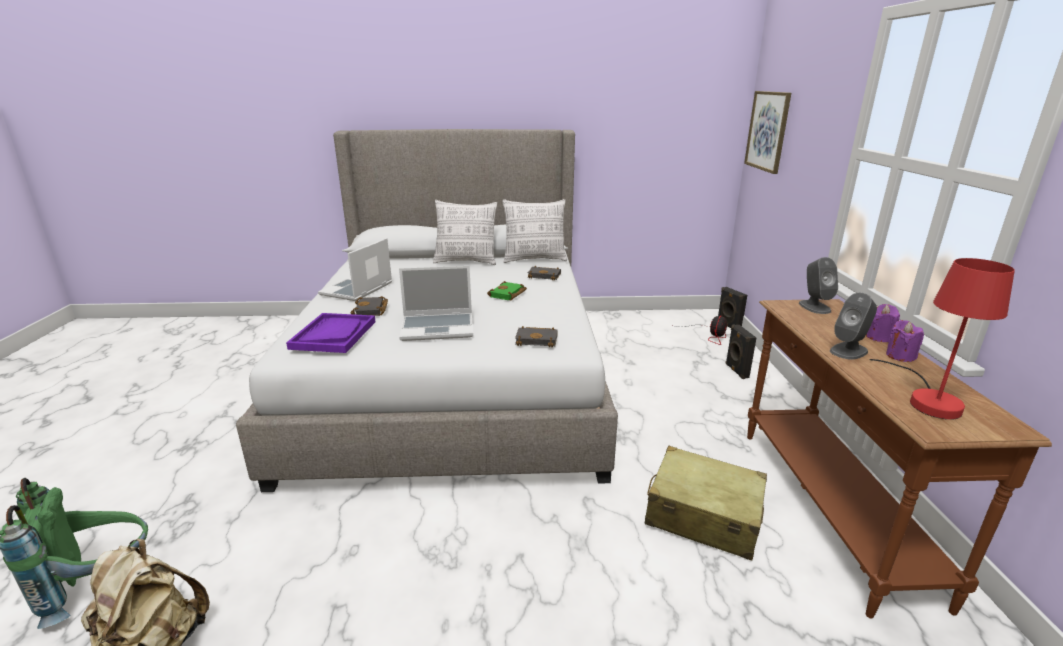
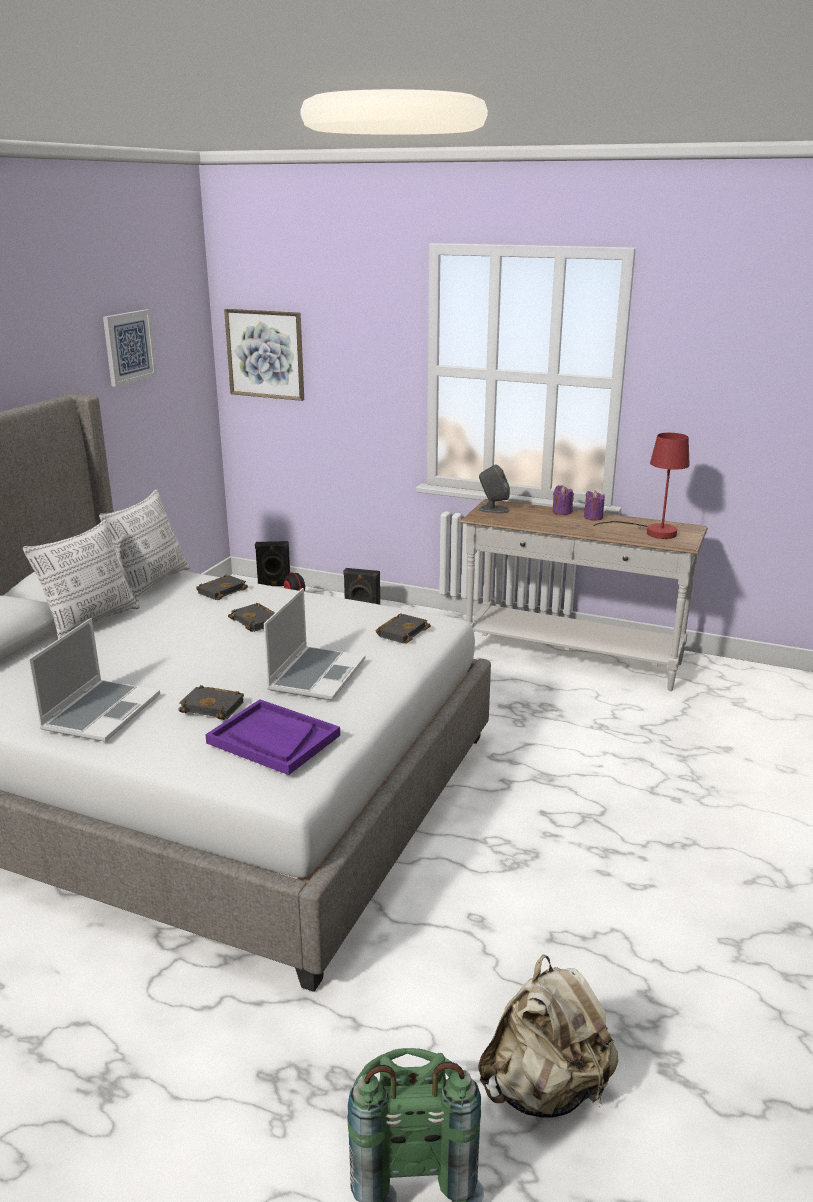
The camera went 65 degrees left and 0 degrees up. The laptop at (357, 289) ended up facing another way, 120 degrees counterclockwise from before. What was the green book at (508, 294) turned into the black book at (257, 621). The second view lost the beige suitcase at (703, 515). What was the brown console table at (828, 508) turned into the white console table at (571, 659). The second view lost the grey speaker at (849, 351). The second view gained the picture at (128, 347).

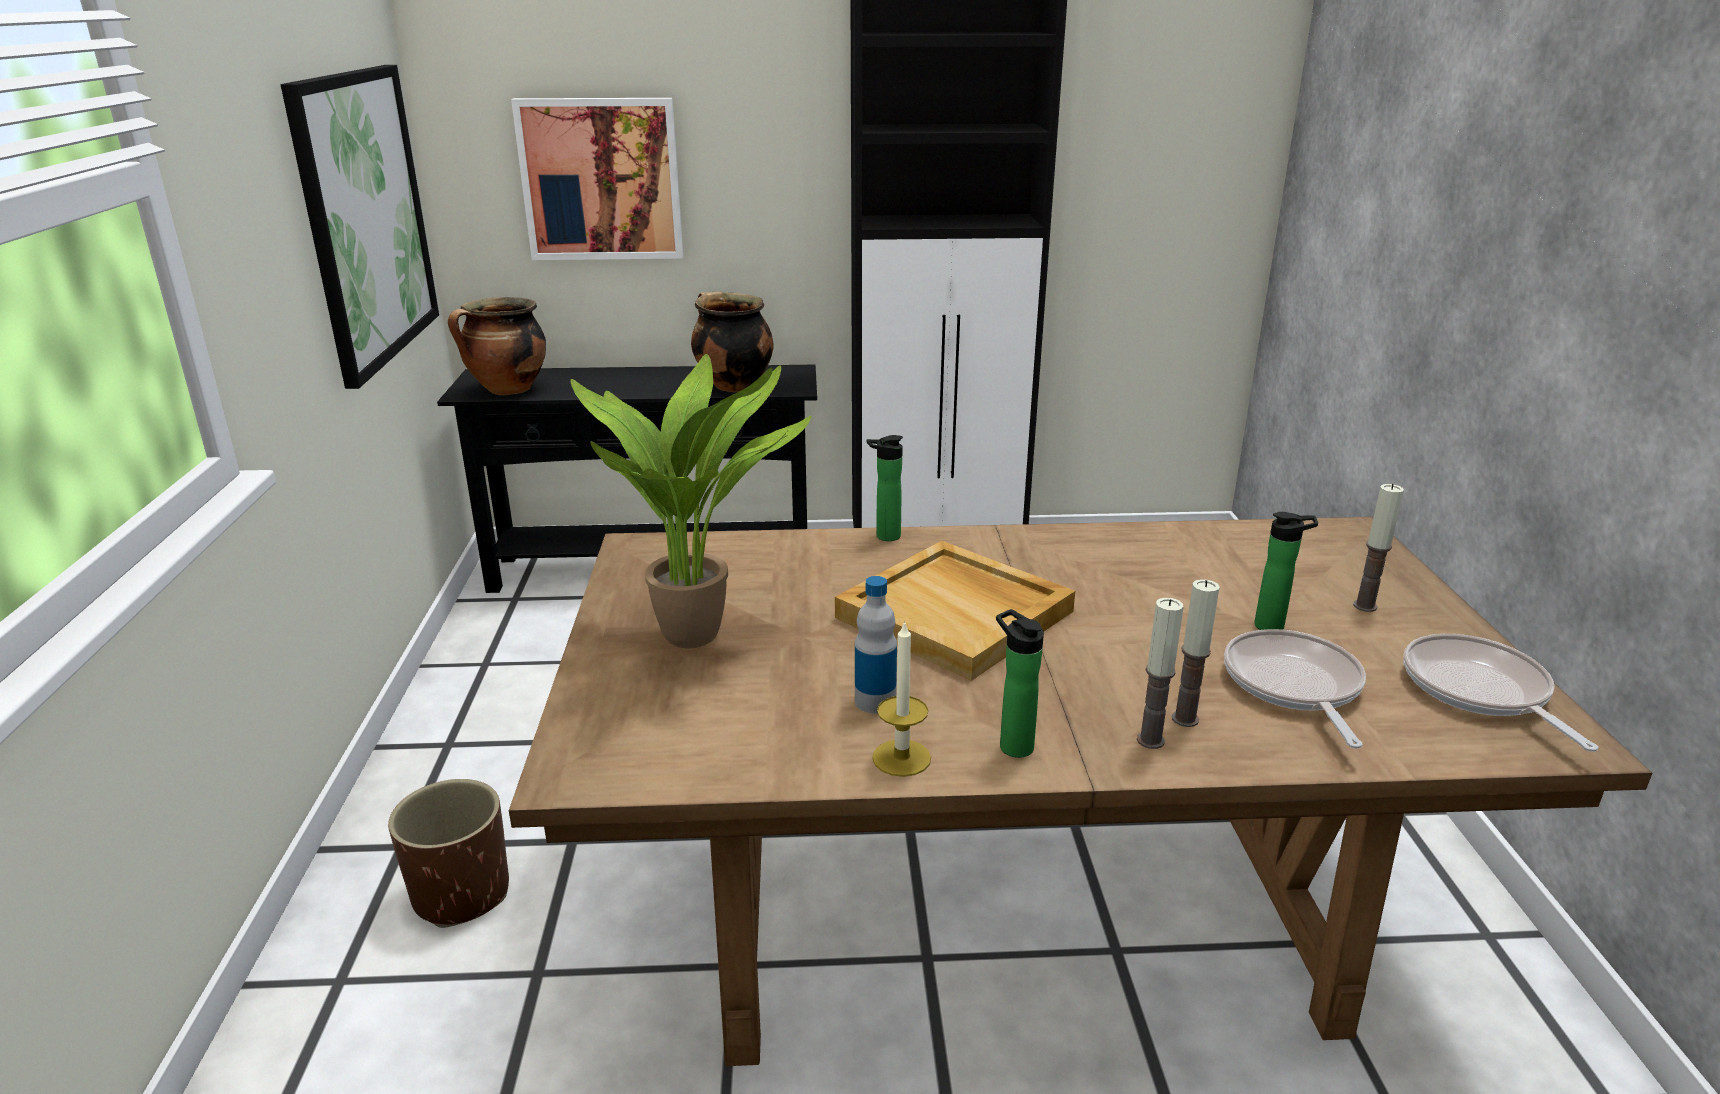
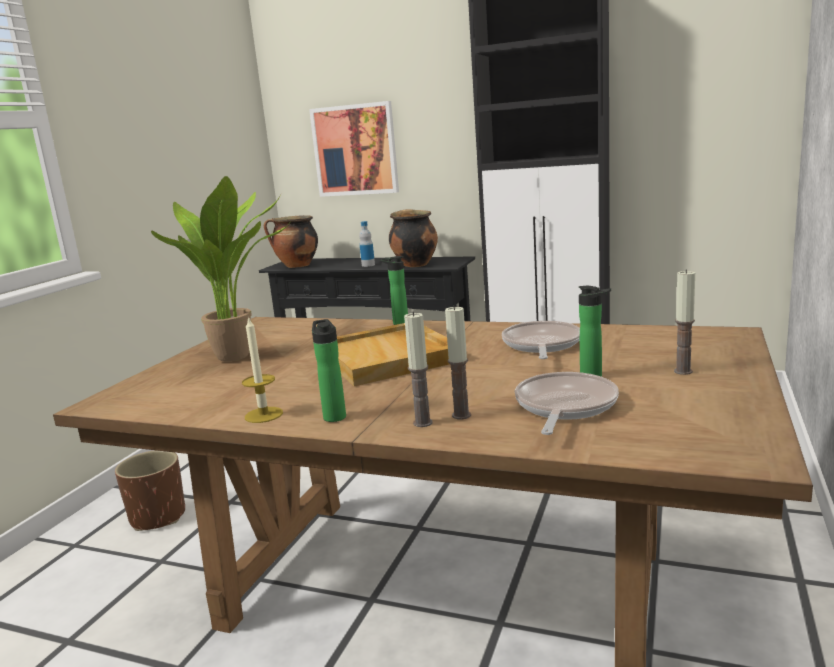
The camera went 25 degrees right and 10 degrees down. The second view lost the picture at (365, 218). The bottle ended up elsewhere, having gone from (875, 701) to (368, 265). The frying pan ended up elsewhere, having gone from (1479, 691) to (541, 345).

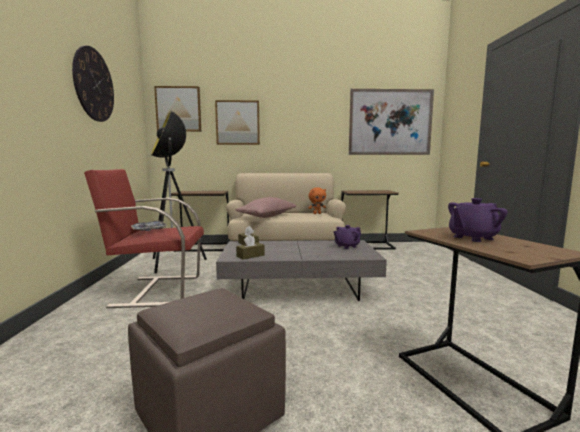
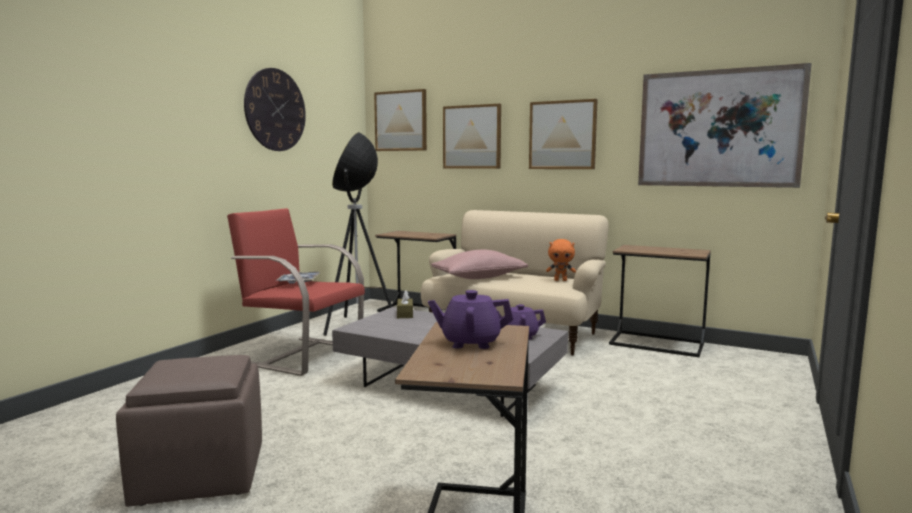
The camera went 30 degrees right and 0 degrees up. The second view lost the brown tissue box at (250, 256). The second view gained the picture at (562, 135).

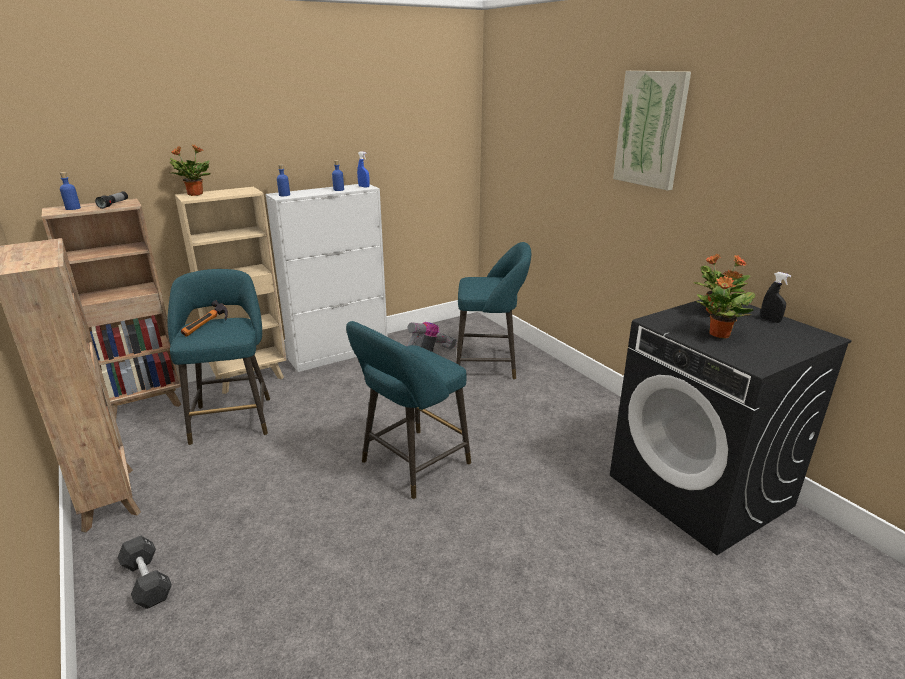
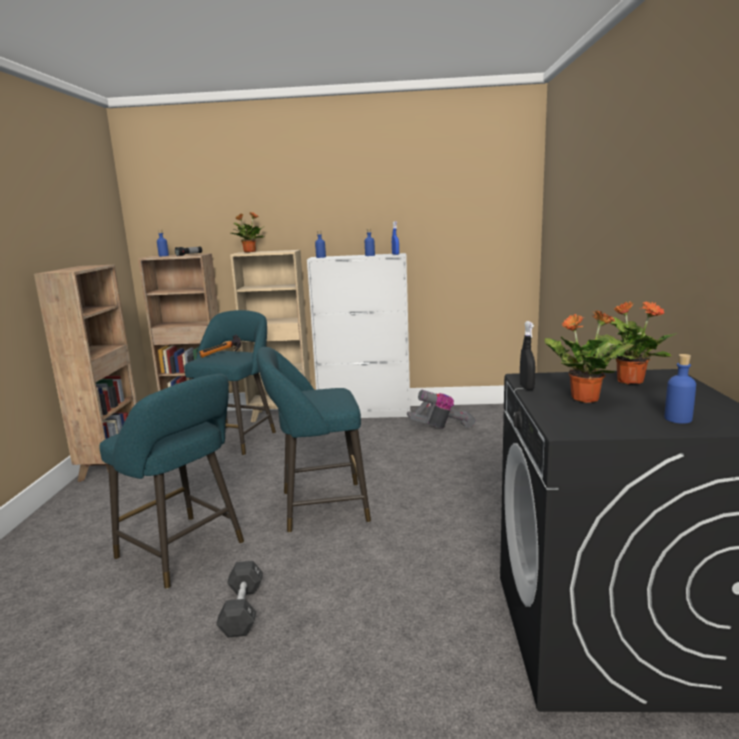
The camera went 35 degrees right and 10 degrees down. The black dumbbell ended up elsewhere, having gone from (147, 581) to (242, 610). The turquoise stool ended up elsewhere, having gone from (490, 365) to (184, 553). The second view lost the picture at (651, 129). The black spray bottle ended up elsewhere, having gone from (770, 320) to (526, 387). The second view gained the blue bottle at (678, 419).

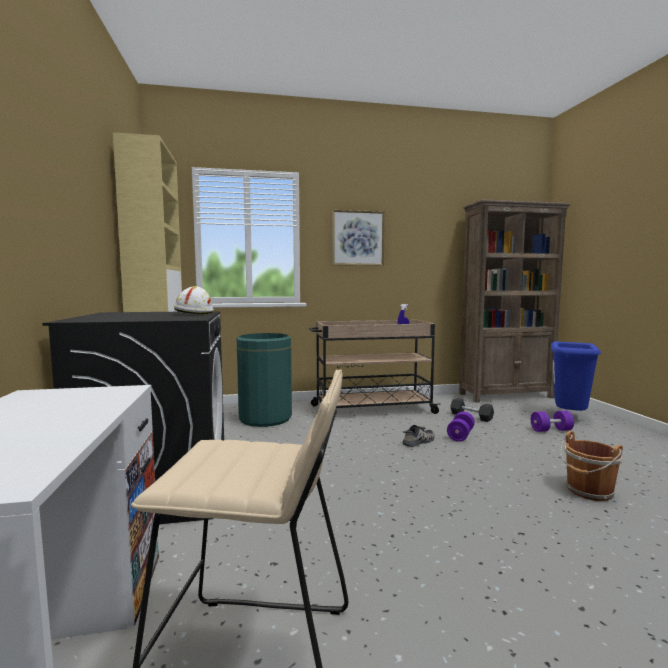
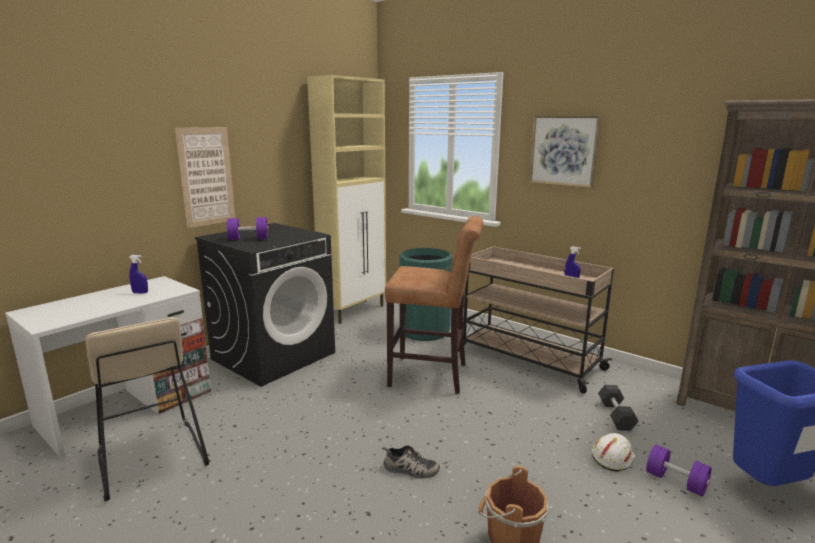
The camera went 50 degrees right and 10 degrees up. The white hard hat ended up elsewhere, having gone from (194, 313) to (612, 457). The shoe ended up elsewhere, having gone from (419, 441) to (410, 470). The purple dumbbell ended up elsewhere, having gone from (460, 435) to (248, 239). The second view gained the blue spray bottle at (140, 293). The second view gained the picture at (206, 176). The second view gained the brown stool at (433, 376).

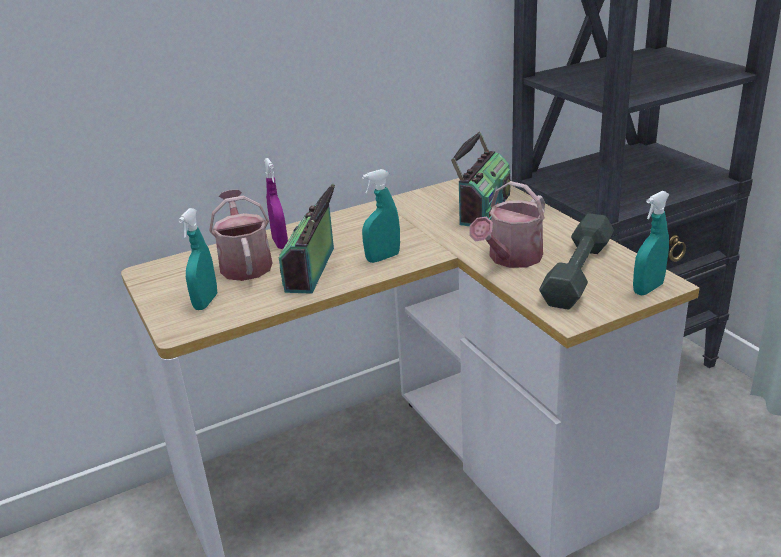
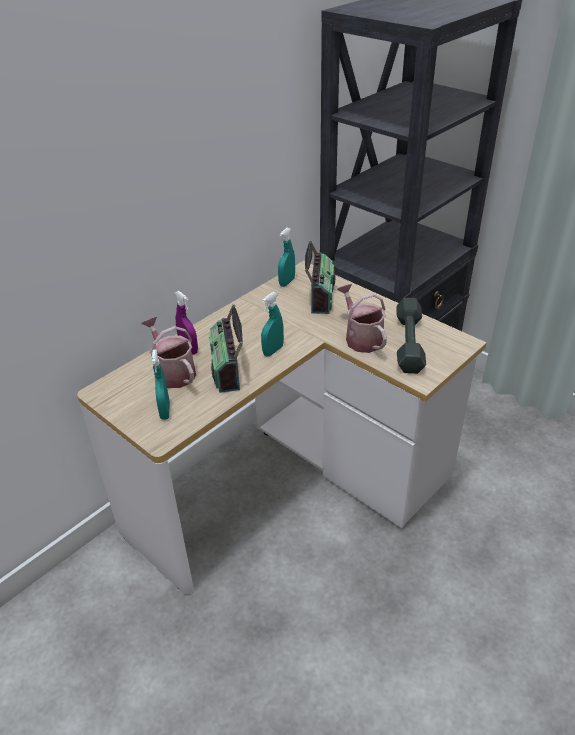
The camera went 20 degrees left and 10 degrees up. The watering can at (511, 259) ended up facing another way, 135 degrees clockwise from before. The turquoise spray bottle ended up elsewhere, having gone from (648, 289) to (287, 282).

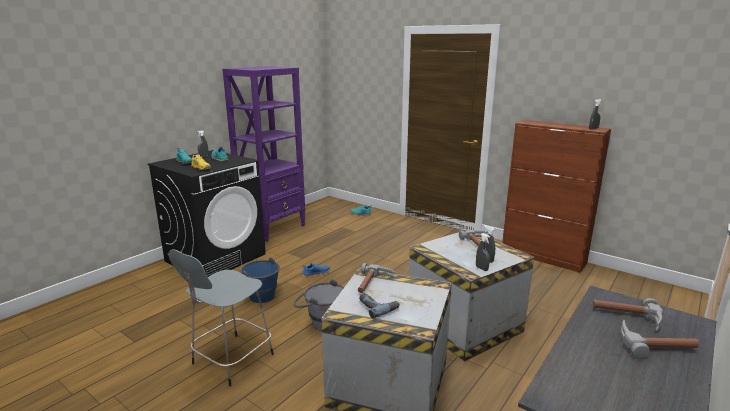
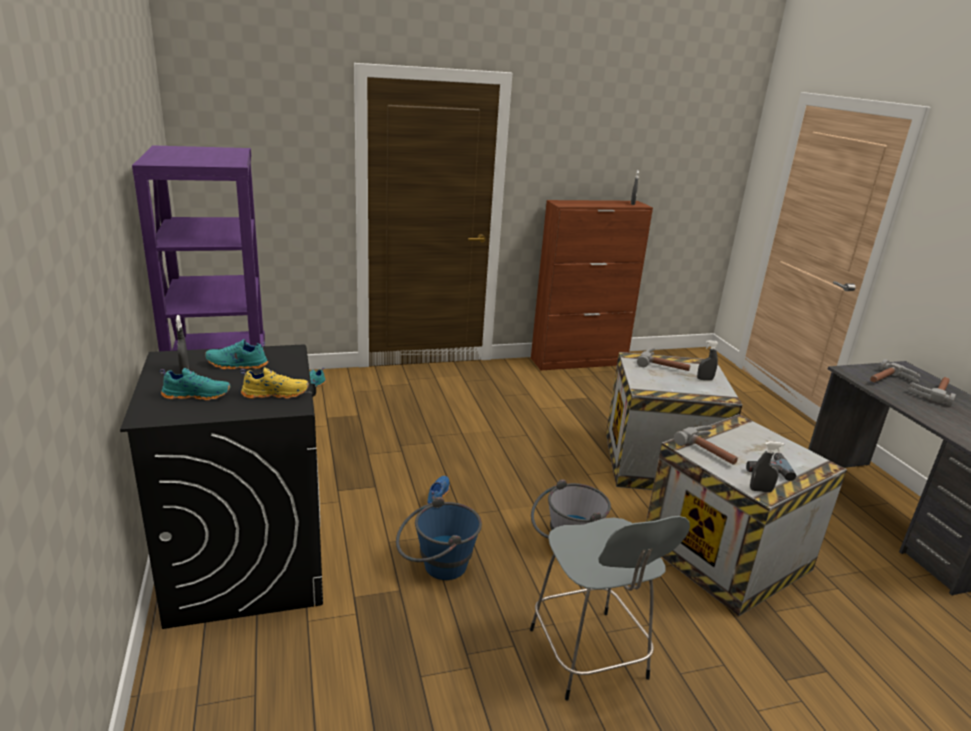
The camera went 55 degrees left and 5 degrees up. The grey spray bottle ended up elsewhere, having gone from (481, 268) to (760, 490).

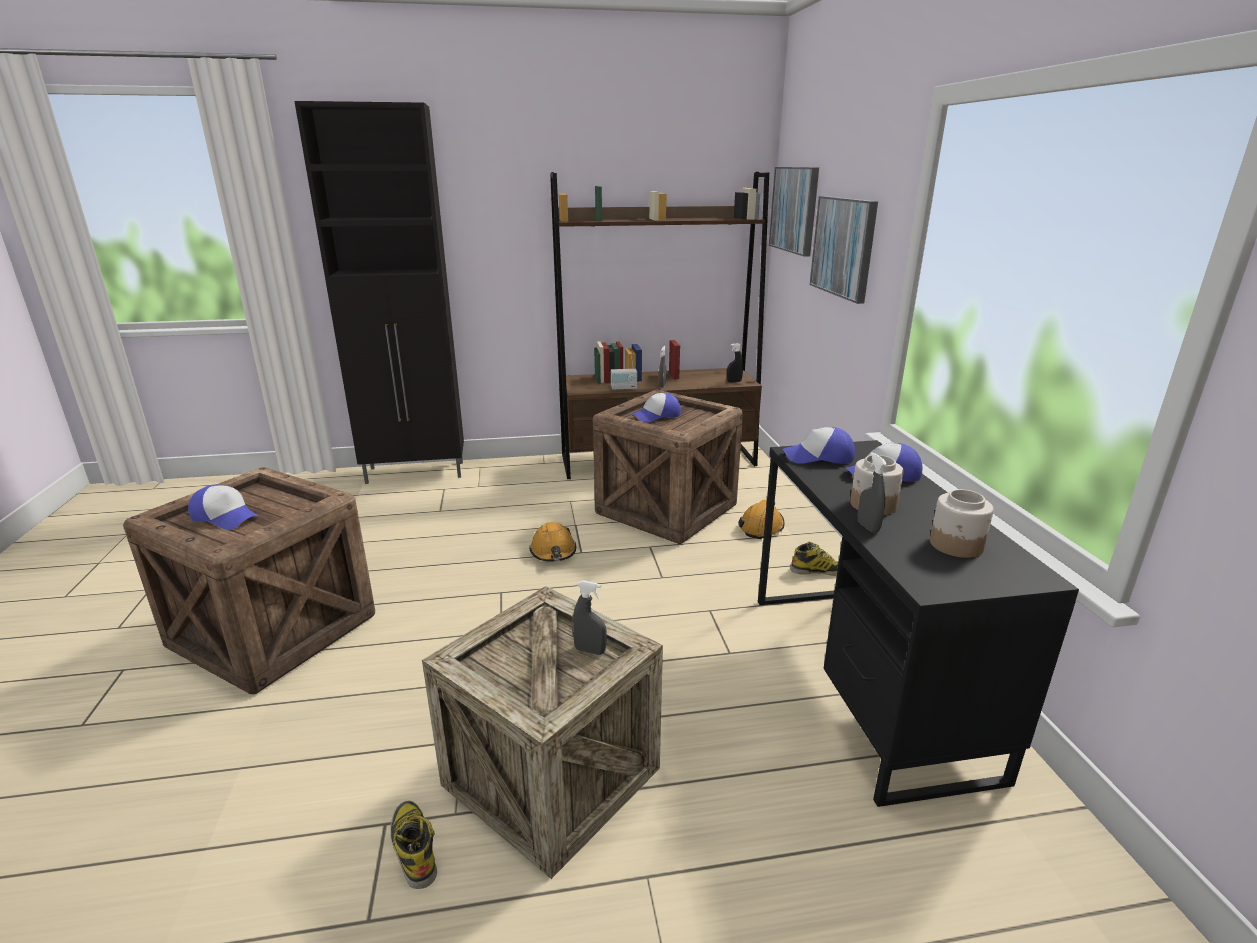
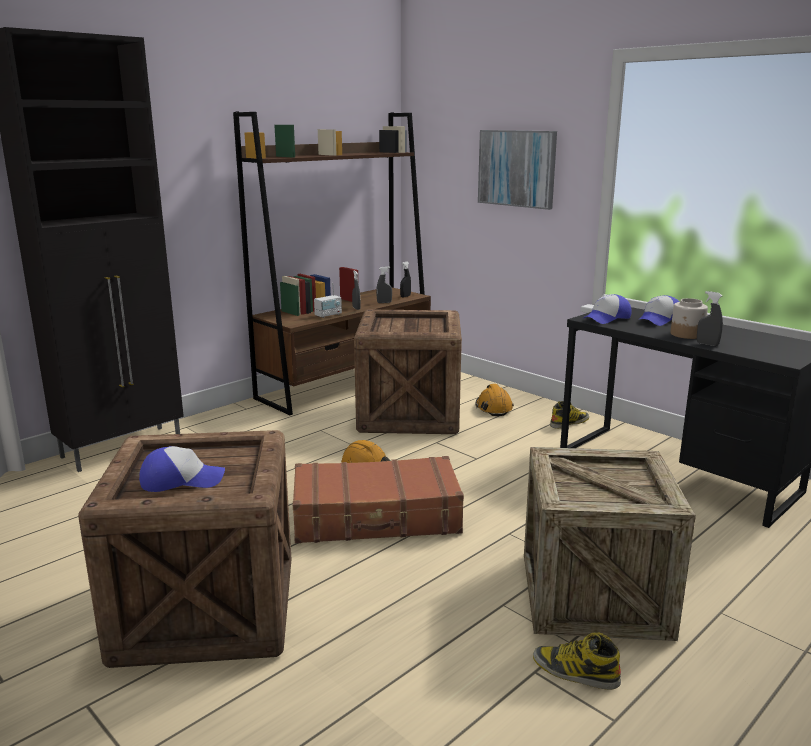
The camera went 35 degrees left and 5 degrees down. The grey spray bottle ended up elsewhere, having gone from (590, 650) to (384, 302). The second view lost the cap at (657, 416). The second view lost the picture at (794, 209). The second view lost the jar at (956, 545). The second view gained the brown suitcase at (377, 517).

